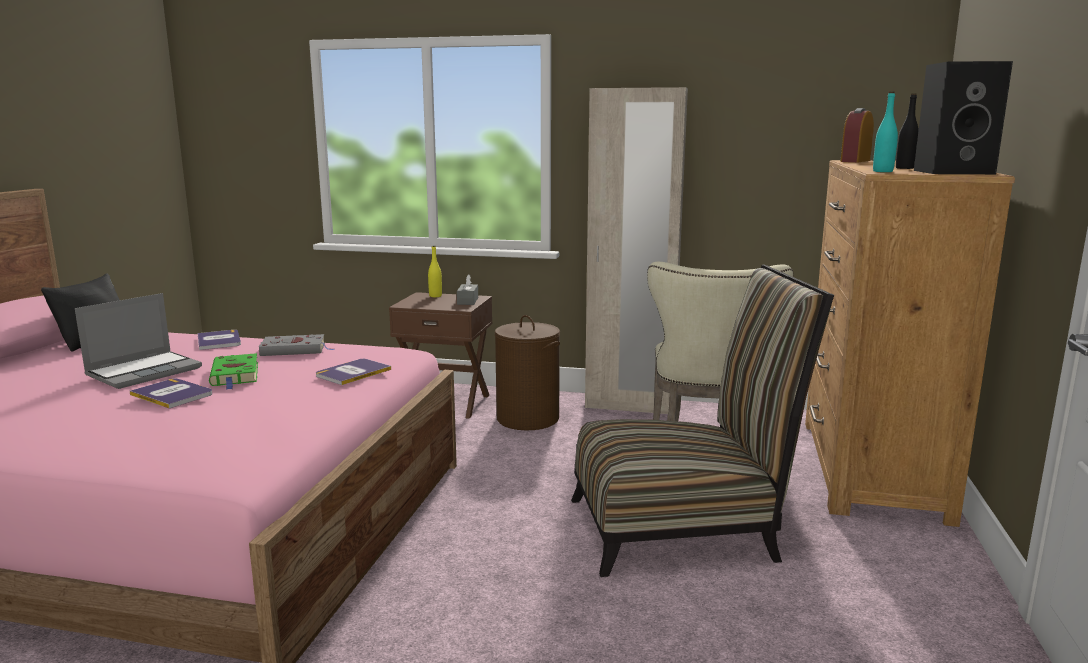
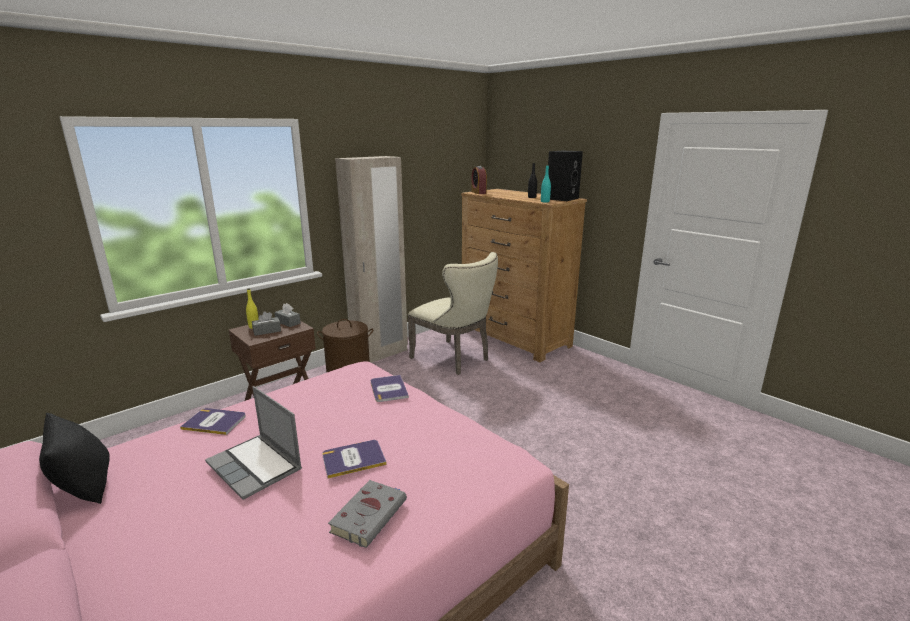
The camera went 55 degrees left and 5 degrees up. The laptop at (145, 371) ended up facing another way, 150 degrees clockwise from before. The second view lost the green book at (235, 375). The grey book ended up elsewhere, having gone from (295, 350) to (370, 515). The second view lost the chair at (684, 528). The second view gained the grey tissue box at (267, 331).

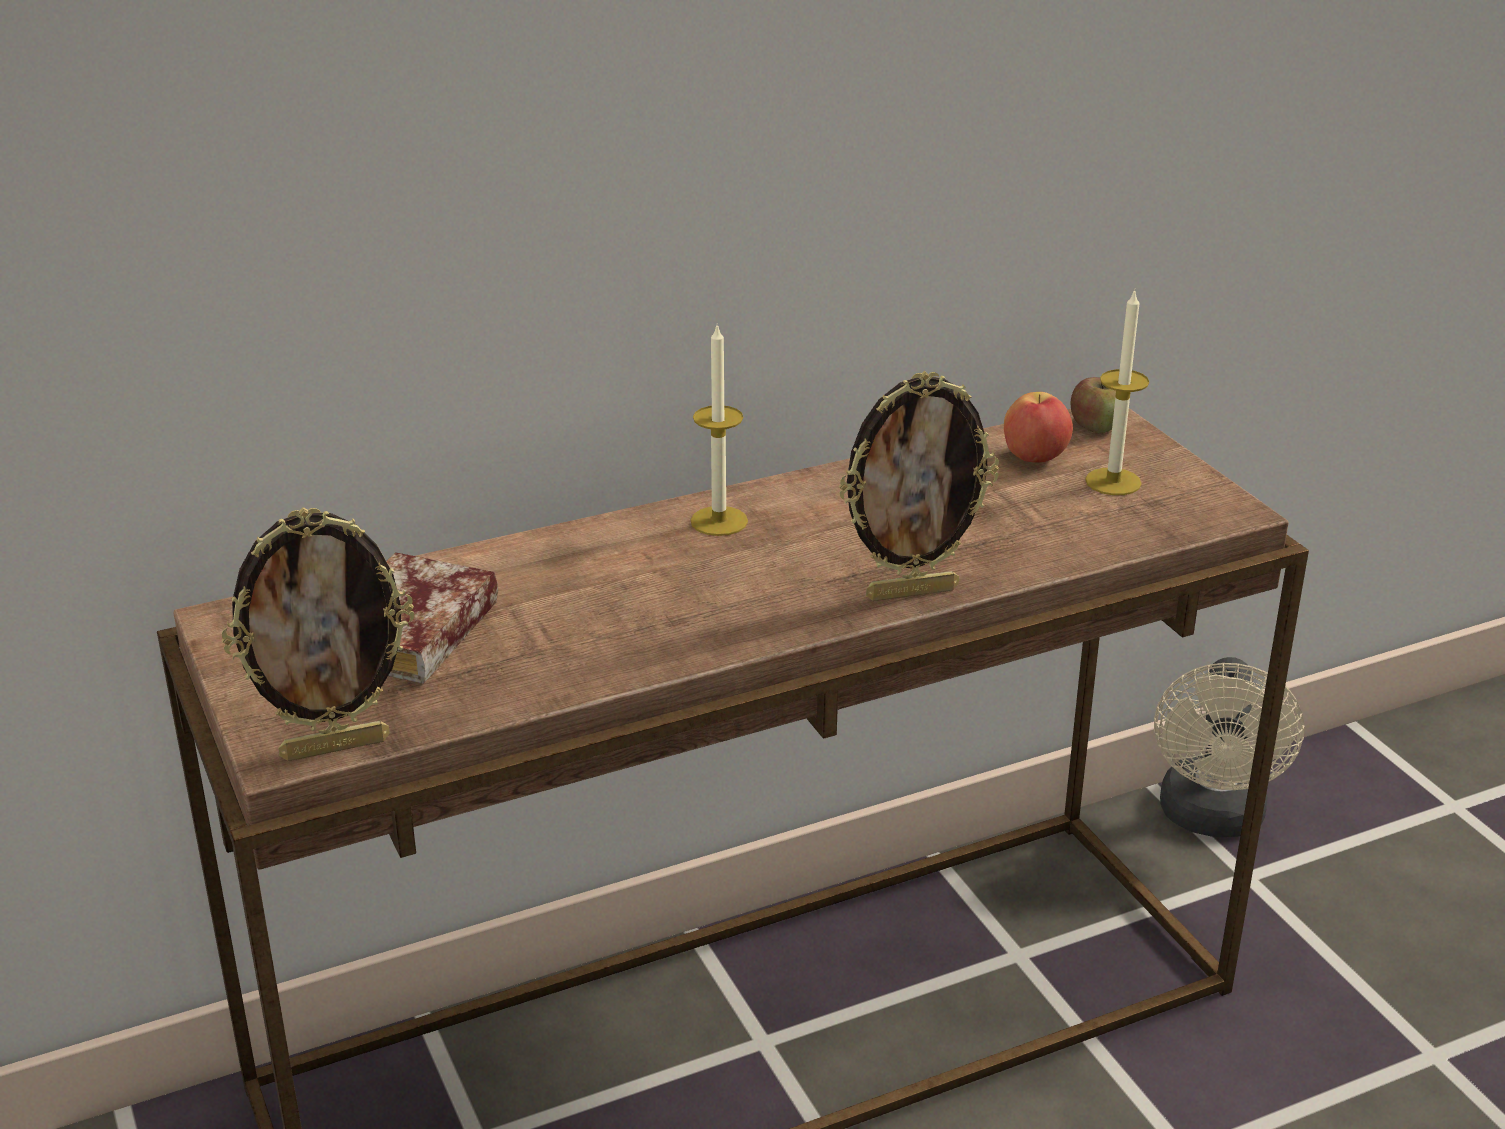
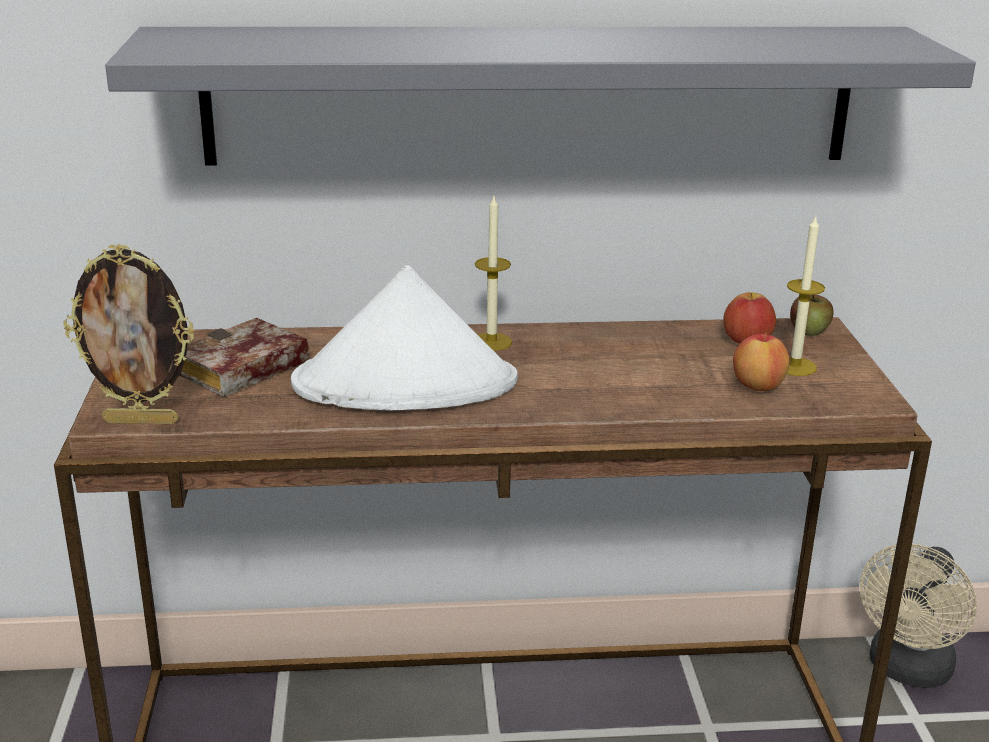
The camera went 20 degrees right and 5 degrees down. The second view lost the picture frame at (911, 592). The second view gained the grey shelf at (530, 95). The second view gained the white hat at (406, 384). The second view gained the apple at (758, 386).

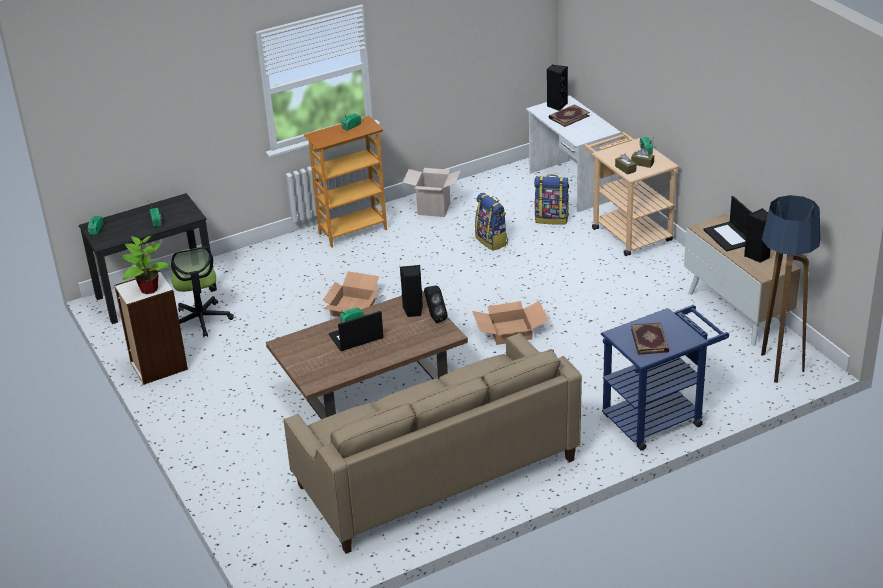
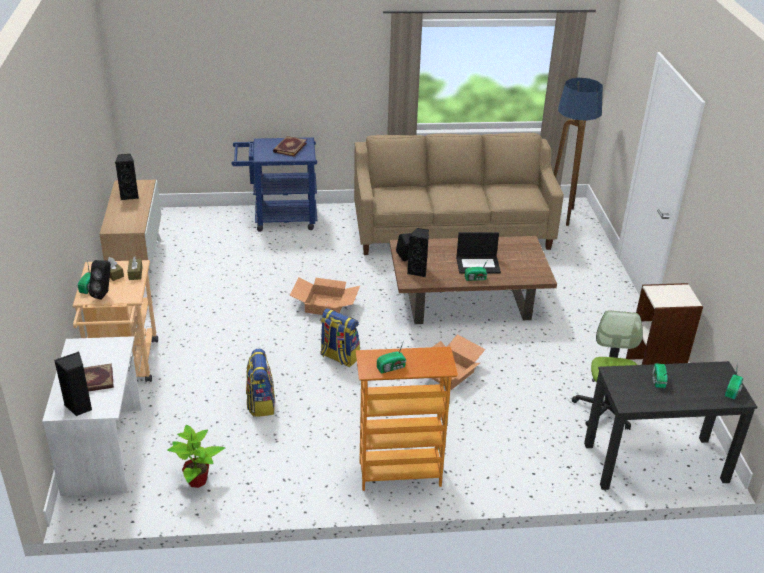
The camera went 160 degrees left and 0 degrees up. The potted plant ended up elsewhere, having gone from (148, 289) to (197, 481). The second view lost the cardboard box at (434, 209). The backpack ended up elsewhere, having gone from (552, 218) to (339, 357). The second view lost the laptop at (729, 237). The floor lamp ended up elsewhere, having gone from (777, 366) to (563, 216). The second view gained the black speaker at (104, 294).

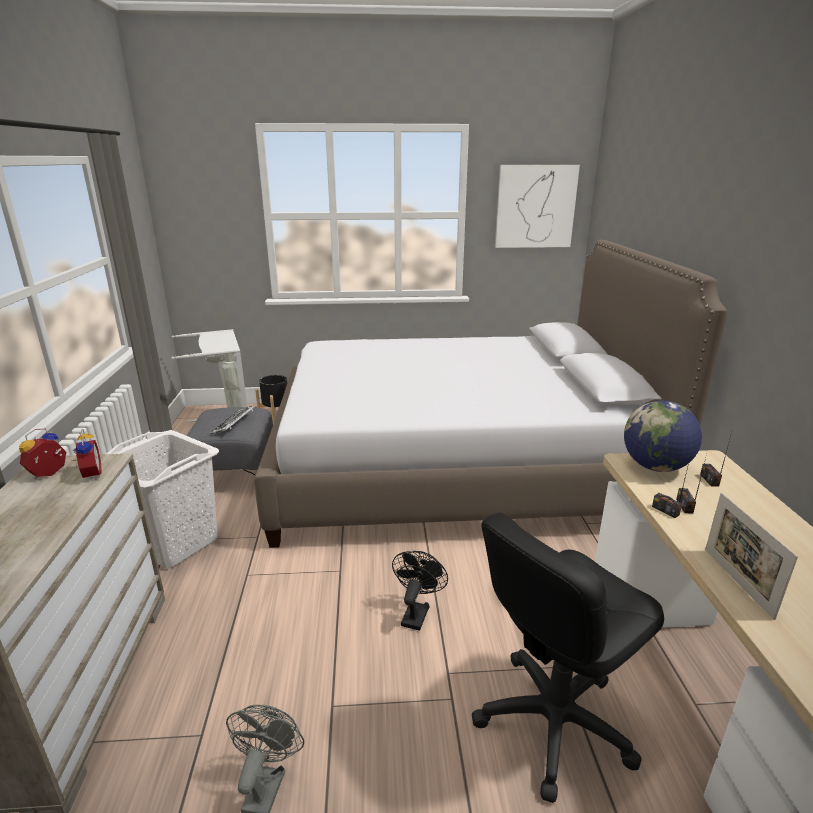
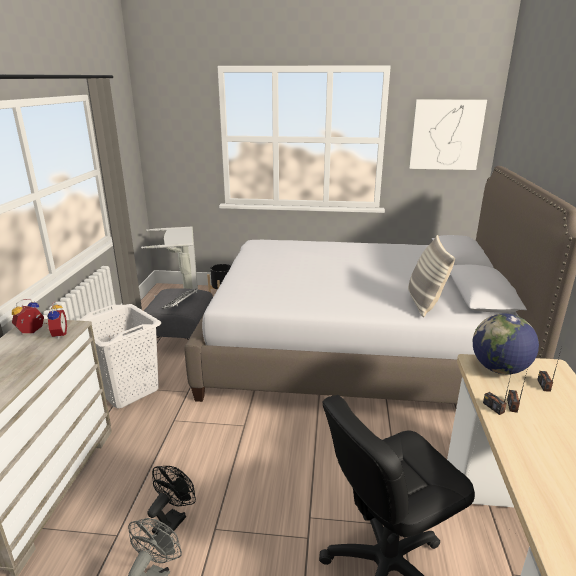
The camera went 10 degrees right and 0 degrees up. The black fan ended up elsewhere, having gone from (416, 612) to (173, 520). The second view lost the picture frame at (737, 582). The second view gained the pillow at (424, 303).

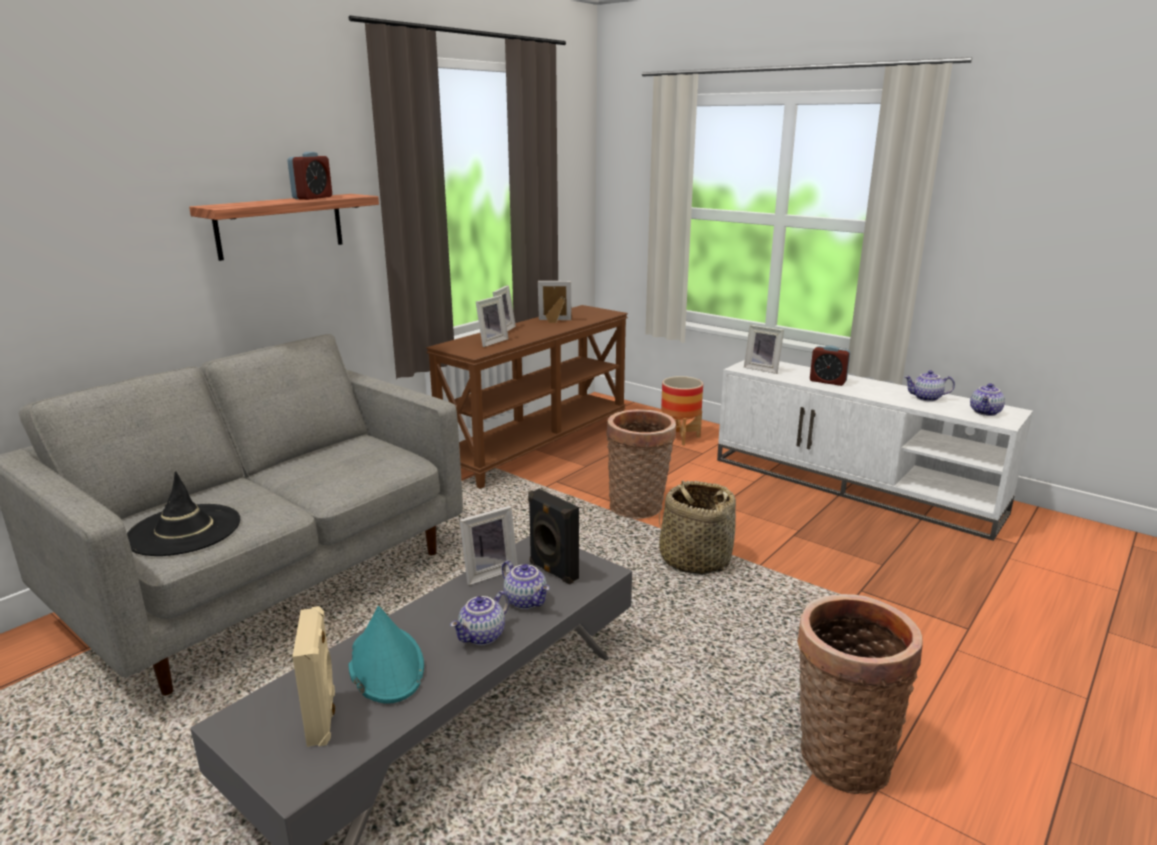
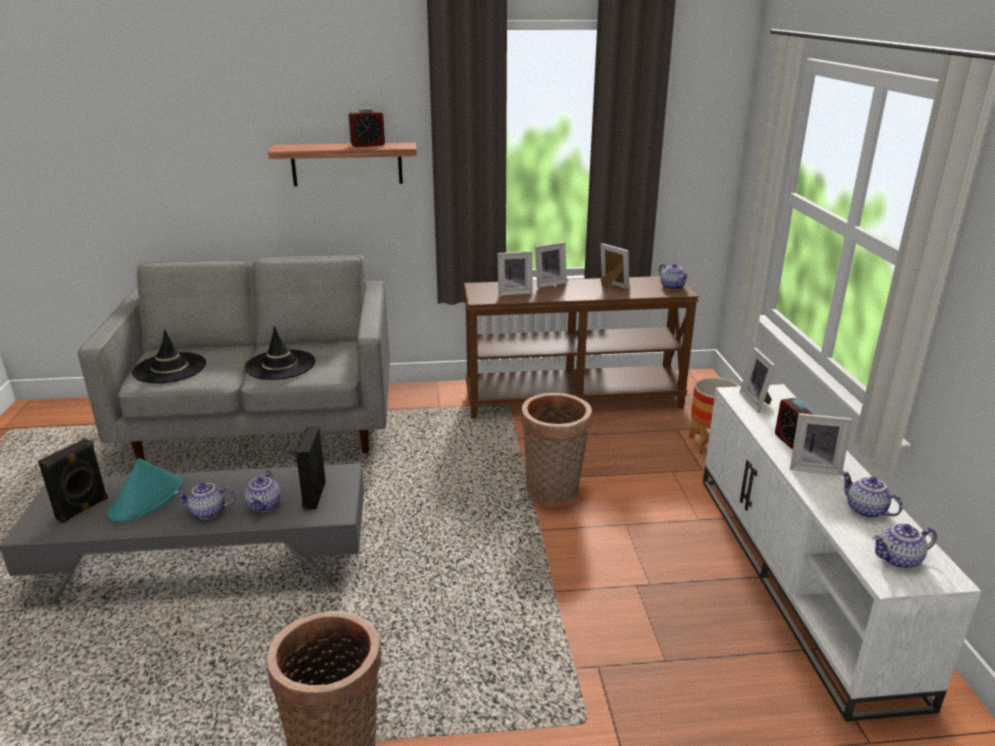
The camera went 45 degrees right and 5 degrees up. What was the beige speaker at (323, 718) turned into the black speaker at (83, 509). The picture frame ended up elsewhere, having gone from (488, 572) to (814, 467). The second view lost the basket at (694, 559). The second view gained the black hat at (280, 365). The second view gained the teapot at (672, 287).

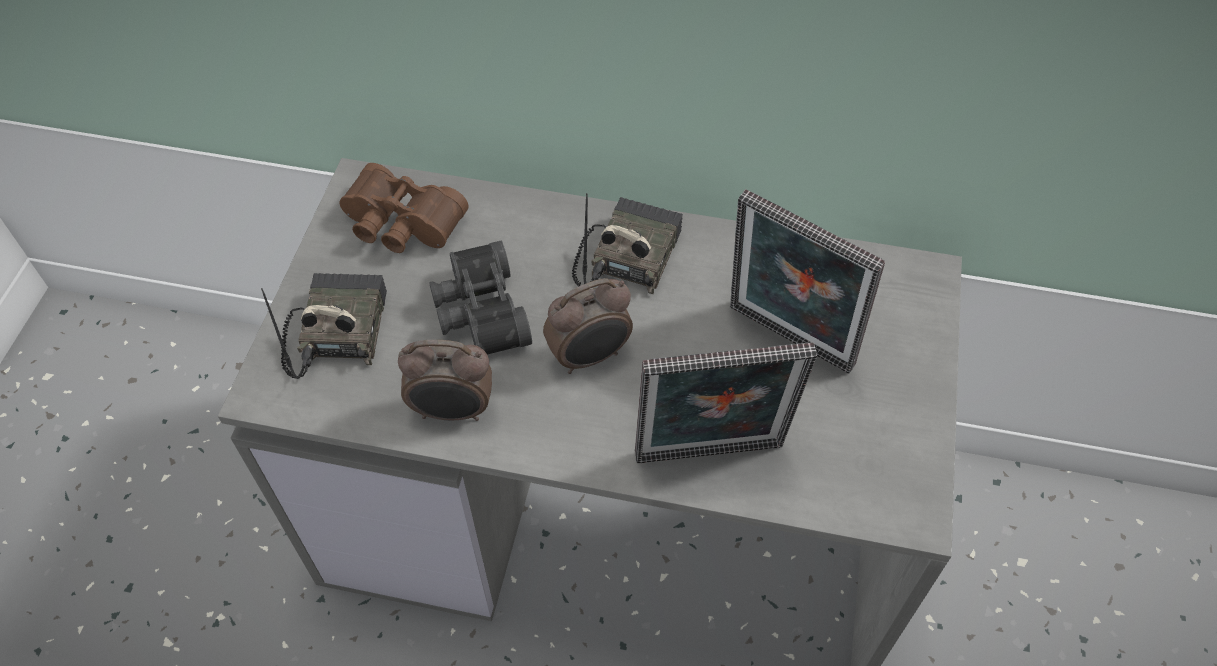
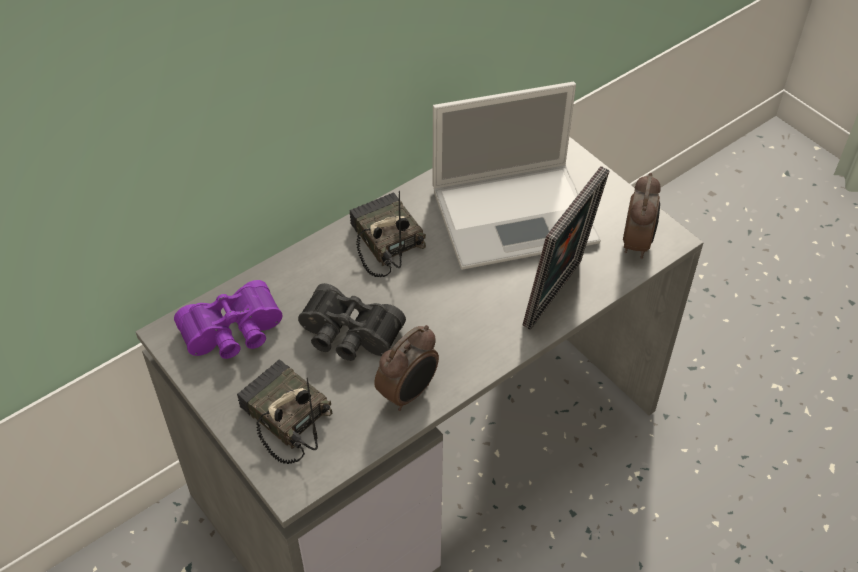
The camera went 50 degrees left and 5 degrees down. What was the brown binoculars at (400, 225) turned into the purple binoculars at (234, 334). The alarm clock ended up elsewhere, having gone from (590, 357) to (637, 243). Where the picture frame stood at (786, 342), the laptop came to stand at (517, 214).

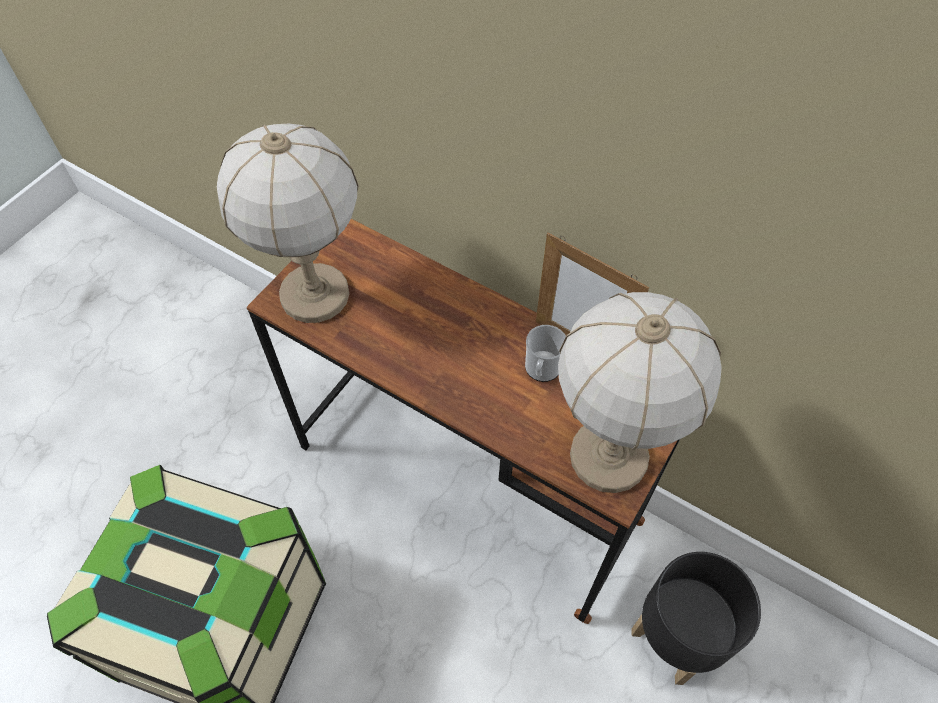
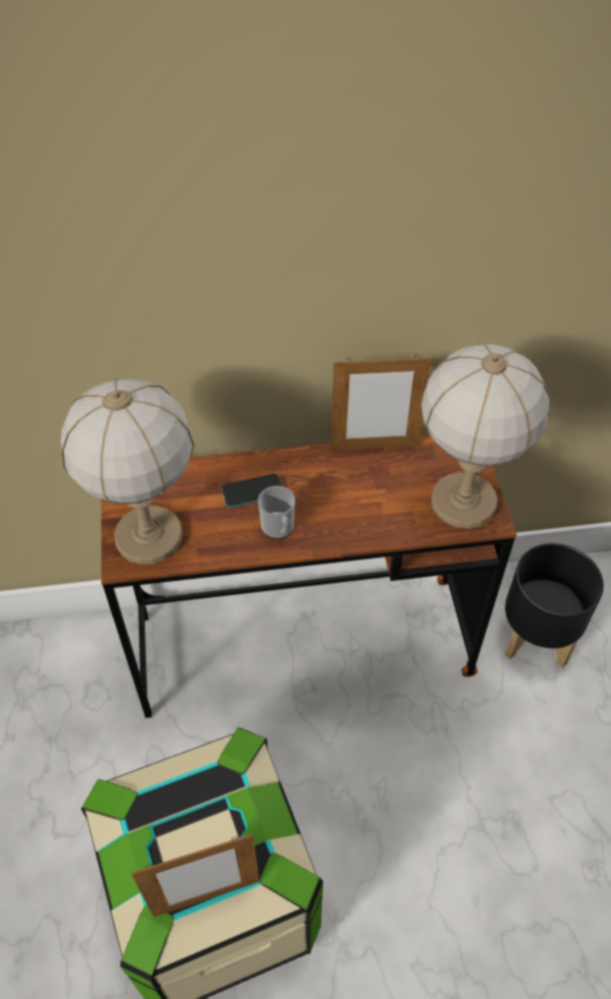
The camera went 40 degrees left and 5 degrees down. The mug ended up elsewhere, having gone from (541, 370) to (279, 529). The second view gained the picture frame at (206, 898). The second view gained the phone at (252, 492).

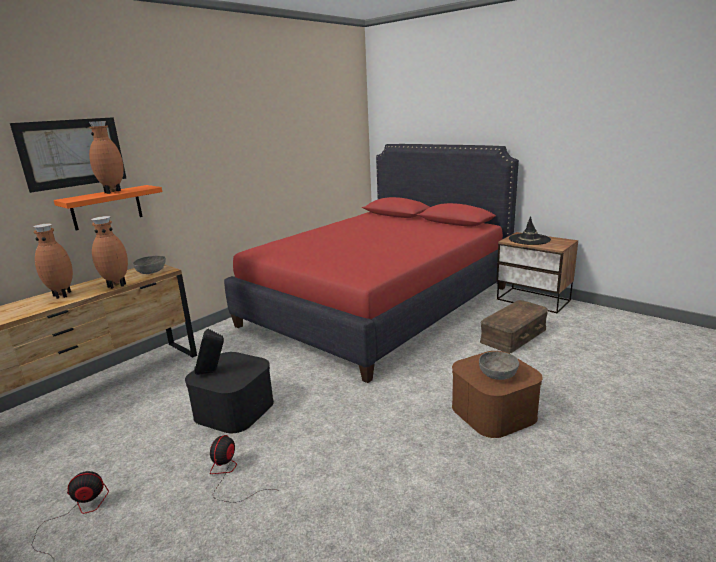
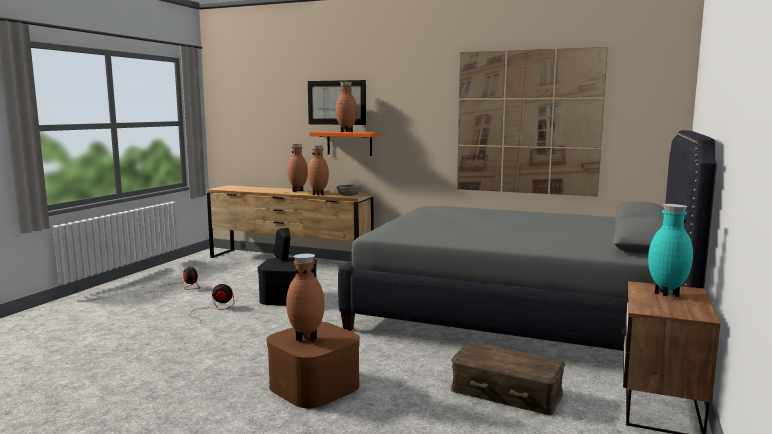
The camera went 70 degrees right and 10 degrees down. What was the red bed at (378, 305) turned into the grey bed at (518, 315). Where the grey bowl stood at (498, 374), the brown vase came to stand at (306, 338). Where the black hat stood at (529, 239), the turquoise vase came to stand at (666, 295). The second view gained the picture at (527, 122).

